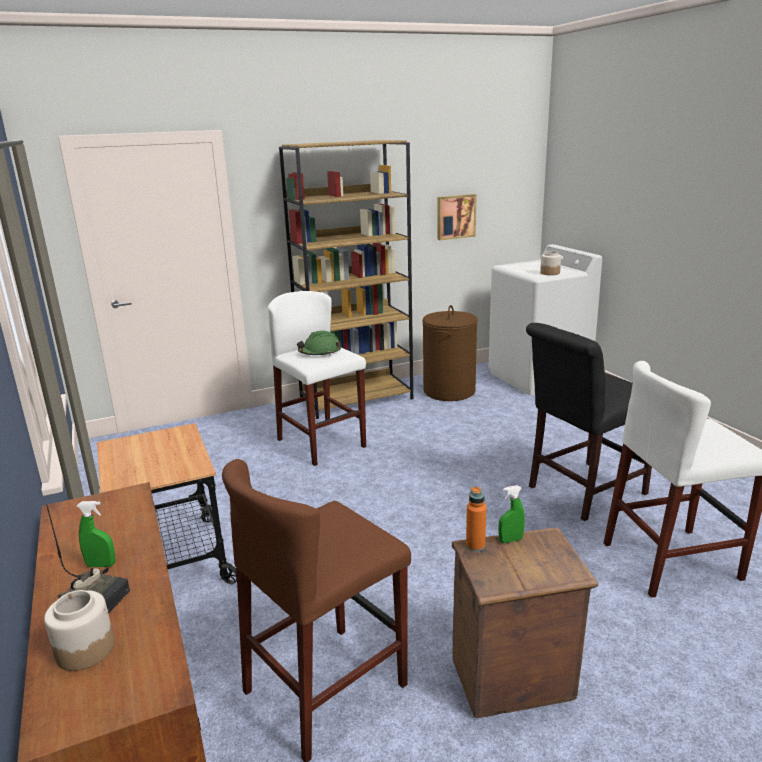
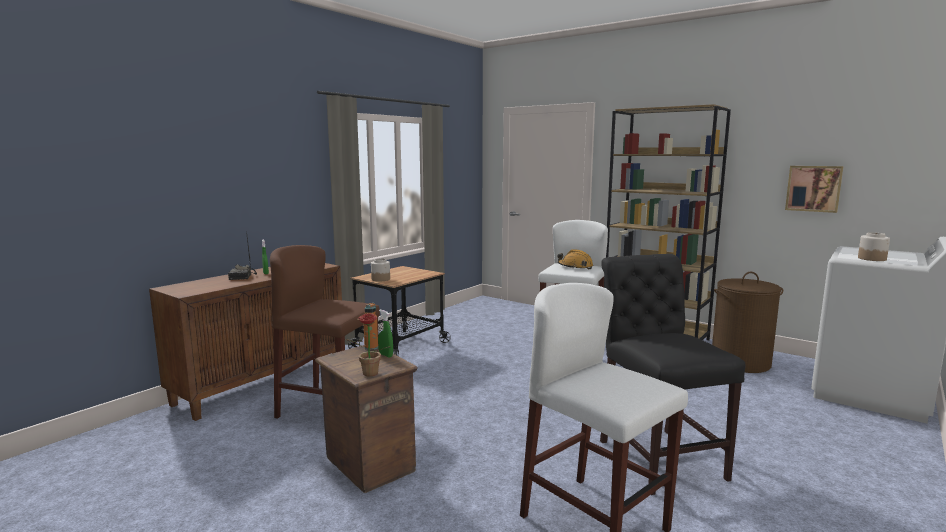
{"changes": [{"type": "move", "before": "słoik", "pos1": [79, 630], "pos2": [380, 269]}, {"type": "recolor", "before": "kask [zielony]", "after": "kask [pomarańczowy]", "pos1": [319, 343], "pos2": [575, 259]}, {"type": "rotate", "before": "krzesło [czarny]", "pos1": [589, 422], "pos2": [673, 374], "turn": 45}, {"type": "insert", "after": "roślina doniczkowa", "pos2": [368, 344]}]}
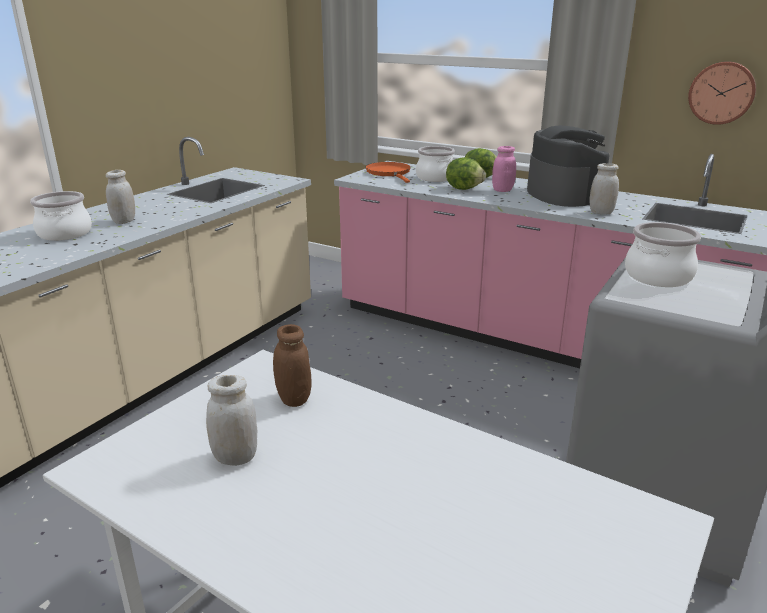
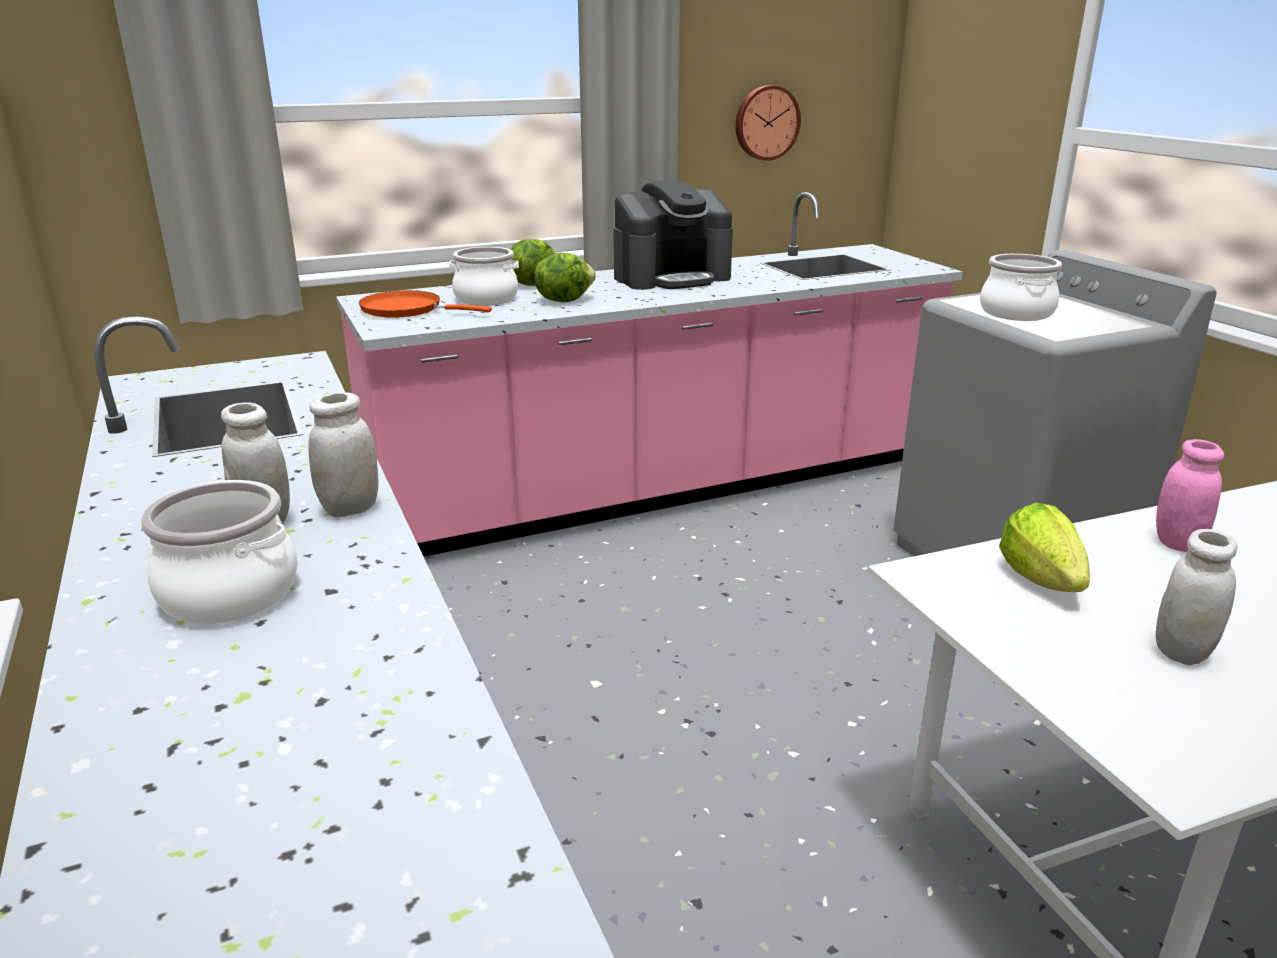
{"changes": [{"type": "replace", "before": "słoik [brązowy]", "after": "sałata", "pos1": [292, 365], "pos2": [1044, 547]}, {"type": "move", "before": "słoik [różowy]", "pos1": [504, 169], "pos2": [1190, 495]}, {"type": "rotate", "before": "ekspres do kawy", "pos1": [568, 166], "pos2": [673, 235], "turn": 135}, {"type": "move", "before": "słoik [biały]", "pos1": [604, 189], "pos2": [343, 454]}]}
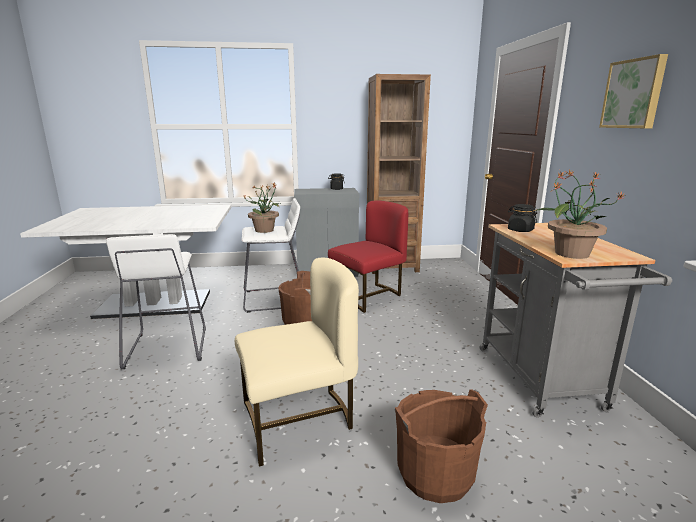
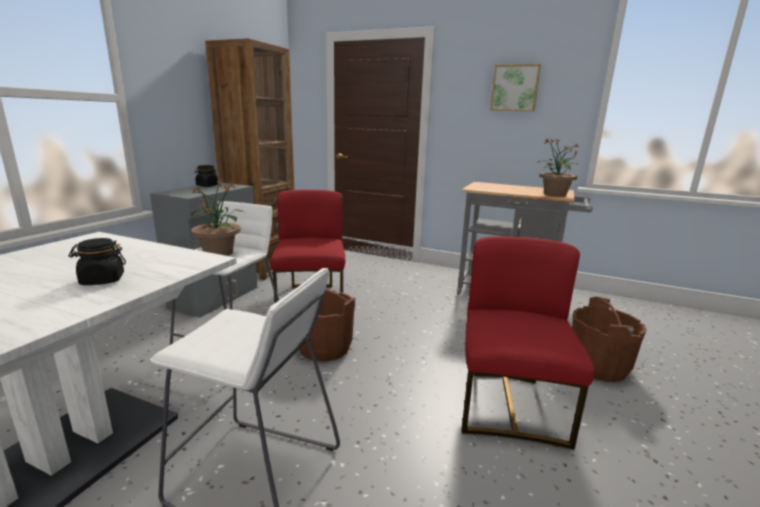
{"changes": [{"type": "recolor", "before": "krzesło [beżowy]", "after": "krzesło [czerwony]", "pos1": [297, 362], "pos2": [528, 343]}, {"type": "move", "before": "słoik [czarny]", "pos1": [522, 218], "pos2": [97, 261]}]}
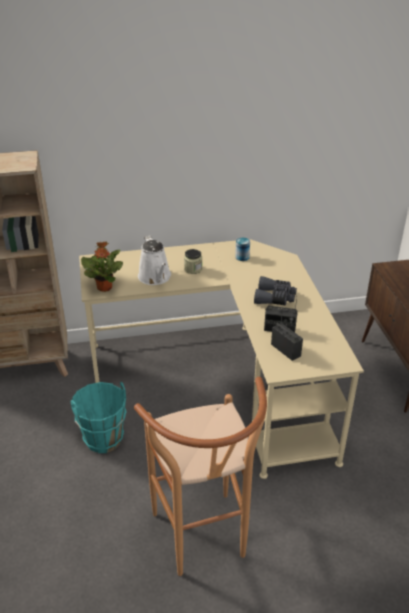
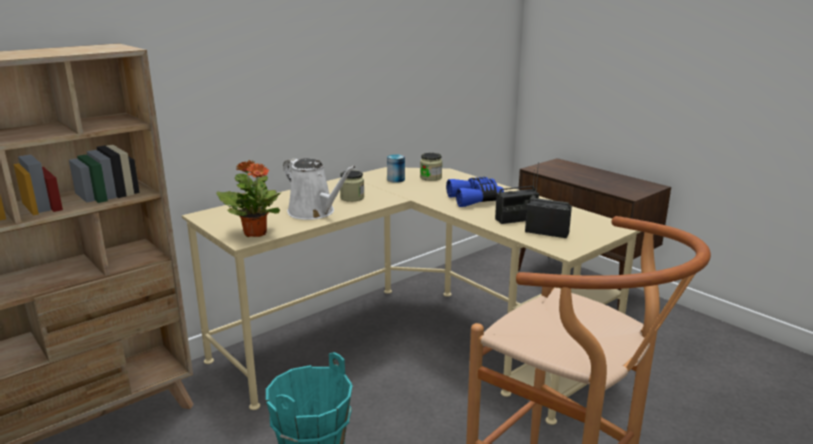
{"changes": [{"type": "recolor", "before": "lornetka [szary]", "after": "lornetka [niebieski]", "pos1": [275, 290], "pos2": [475, 192]}, {"type": "insert", "after": "słoik", "pos2": [431, 167]}]}
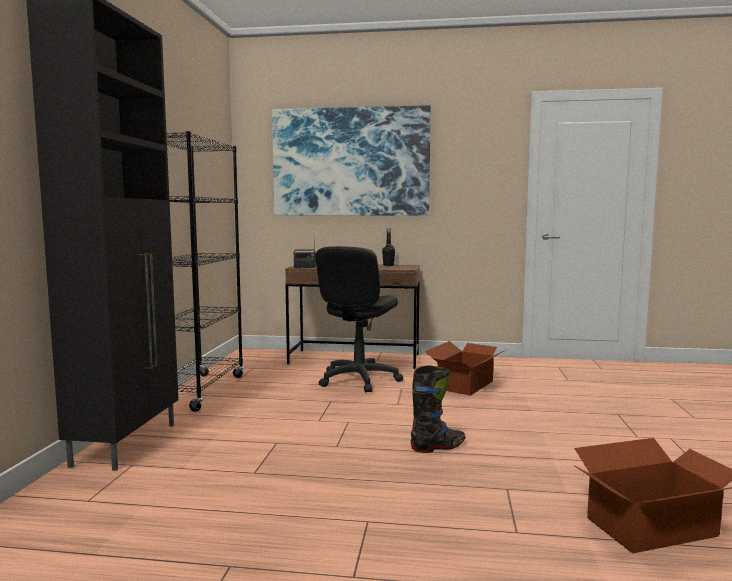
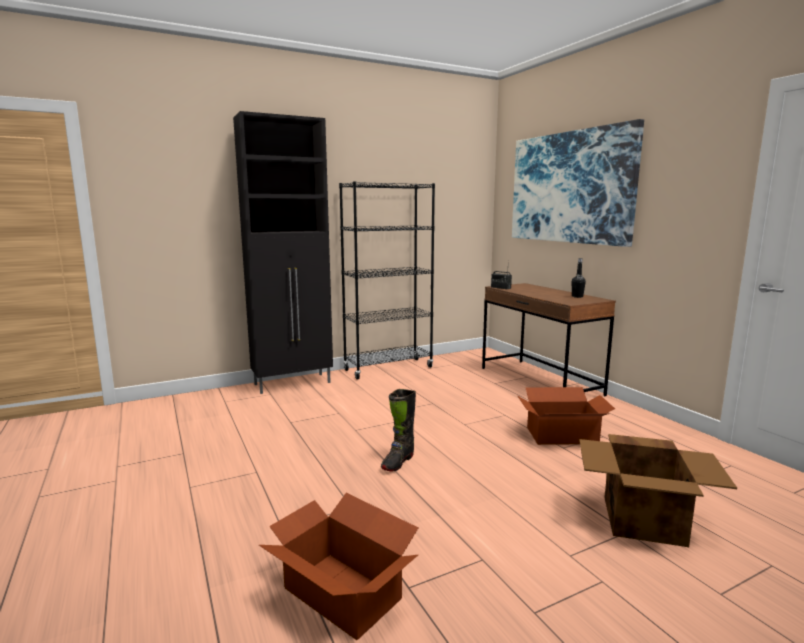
{"changes": [{"type": "delete", "before": "krzesło biurowe [czarny]", "pos1": [359, 319]}, {"type": "rotate", "before": "but z cholewką [czarny]", "pos1": [438, 409], "pos2": [398, 430], "turn": 90}, {"type": "insert", "after": "karton", "pos2": [658, 490]}]}
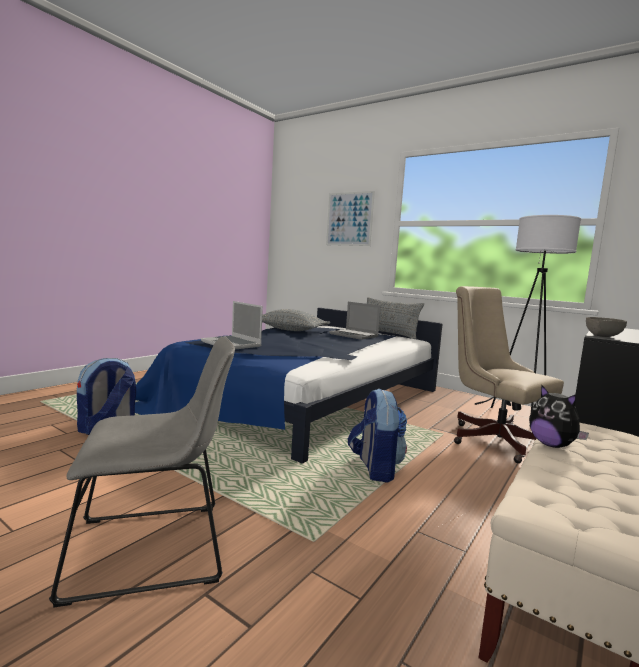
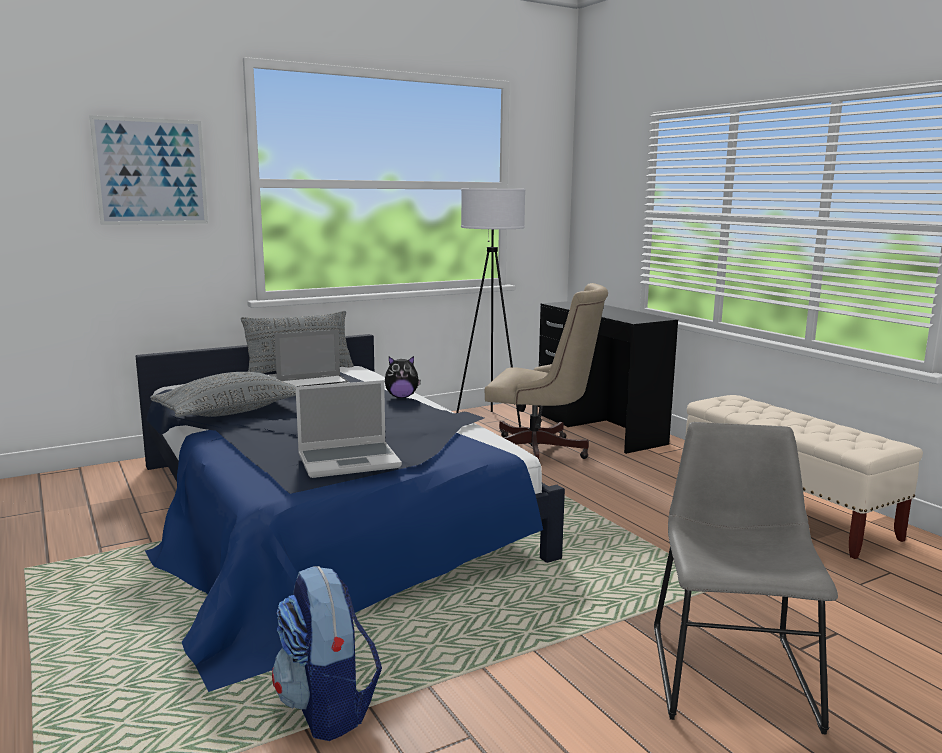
{"changes": [{"type": "delete", "before": "plecak", "pos1": [377, 436]}, {"type": "rotate", "before": "krzesło biurowe [beżowy]", "pos1": [509, 374], "pos2": [546, 372], "turn": -150}, {"type": "move", "before": "pluszak", "pos1": [559, 416], "pos2": [403, 377]}, {"type": "delete", "before": "miska [szary]", "pos1": [606, 327]}]}
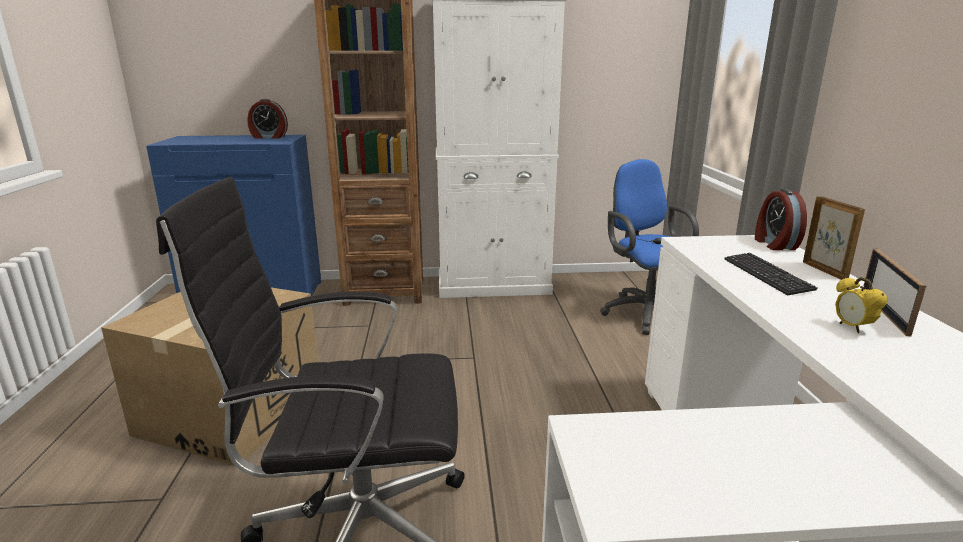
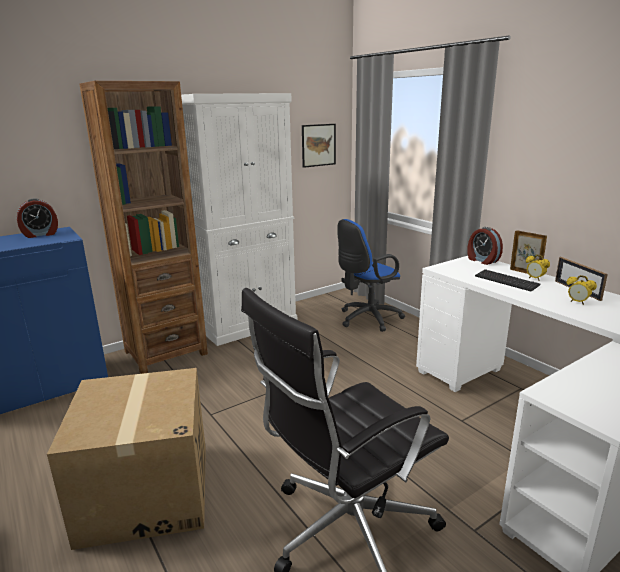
{"changes": [{"type": "rotate", "before": "krzesło biurowe [niebieski]", "pos1": [649, 247], "pos2": [371, 275], "turn": -75}, {"type": "insert", "after": "obraz", "pos2": [319, 146]}, {"type": "insert", "after": "budzik", "pos2": [538, 268]}]}
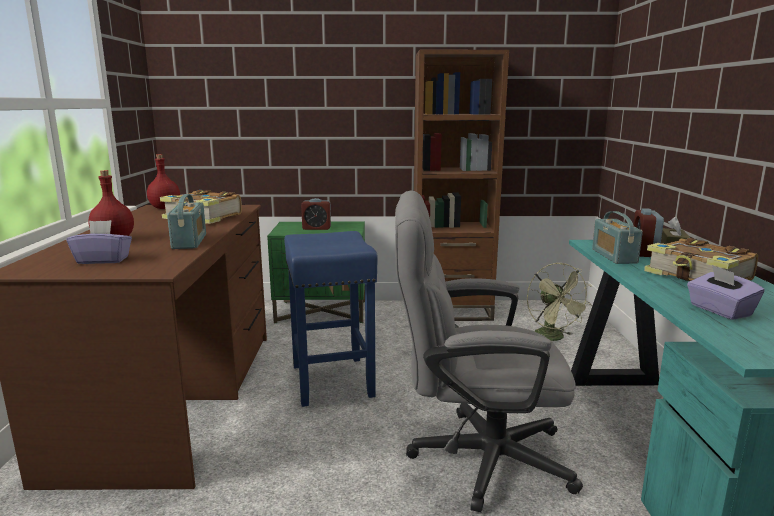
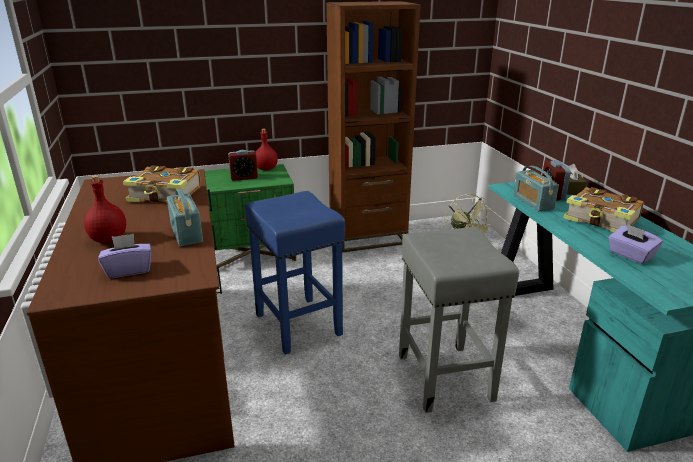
{"changes": [{"type": "move", "before": "butelka [czerwony]", "pos1": [163, 181], "pos2": [266, 150]}, {"type": "replace", "before": "krzesło biurowe [szary]", "after": "stołek [szary]", "pos1": [489, 351], "pos2": [459, 320]}]}
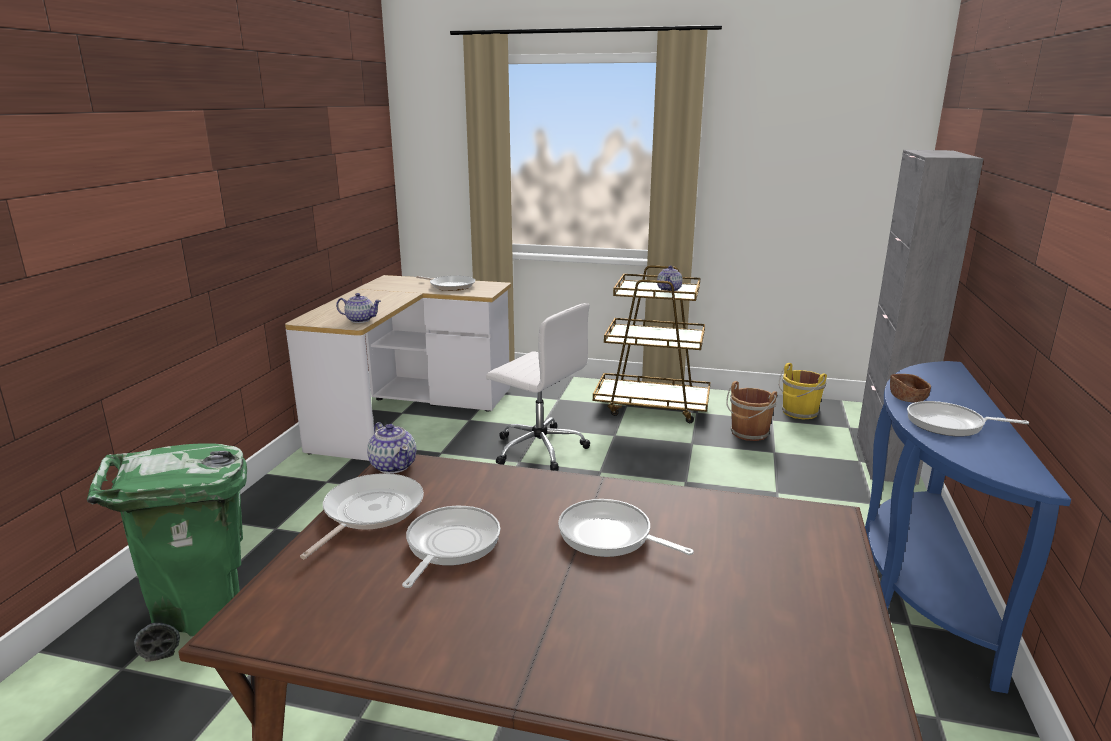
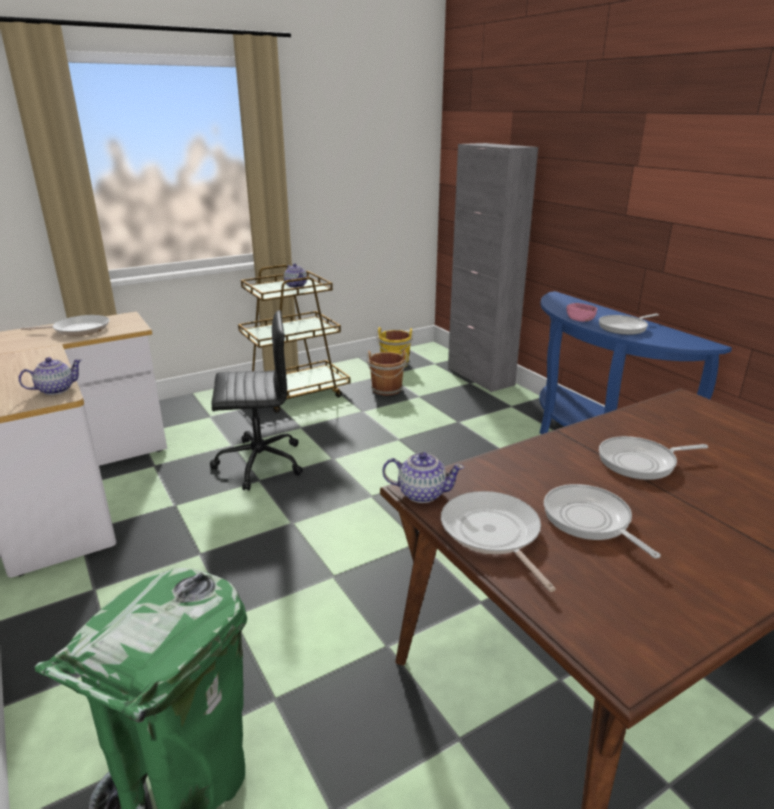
{"changes": [{"type": "recolor", "before": "krzesło biurowe [biały]", "after": "krzesło biurowe [czarny]", "pos1": [538, 387], "pos2": [256, 400]}, {"type": "recolor", "before": "miska [brązowy]", "after": "miska [różowy]", "pos1": [910, 388], "pos2": [582, 312]}]}
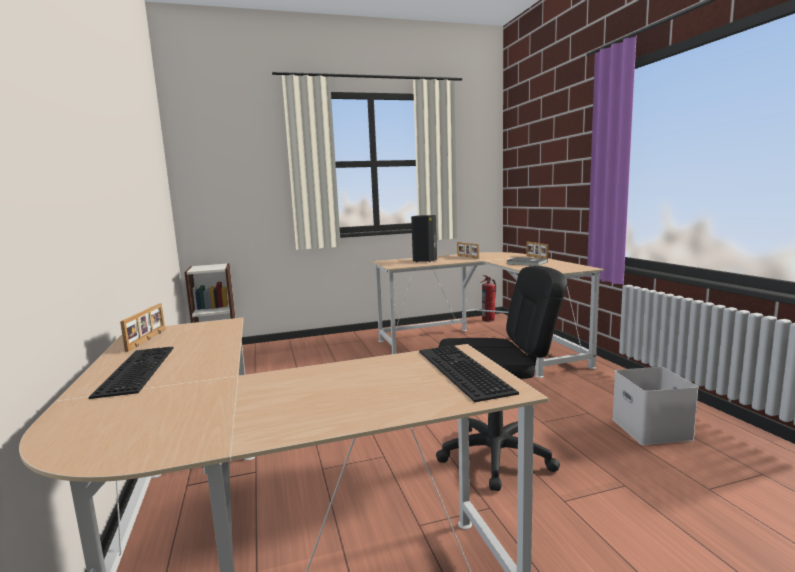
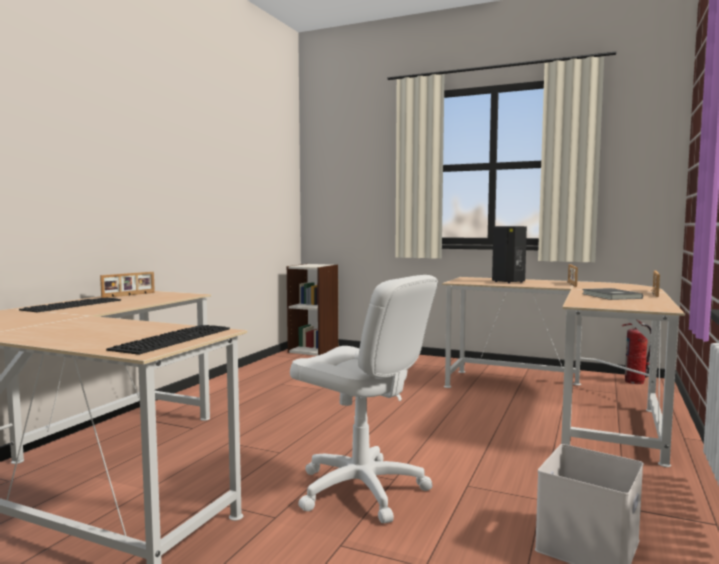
{"changes": [{"type": "recolor", "before": "krzesło biurowe [czarny]", "after": "krzesło biurowe [biały]", "pos1": [501, 378], "pos2": [364, 399]}]}
